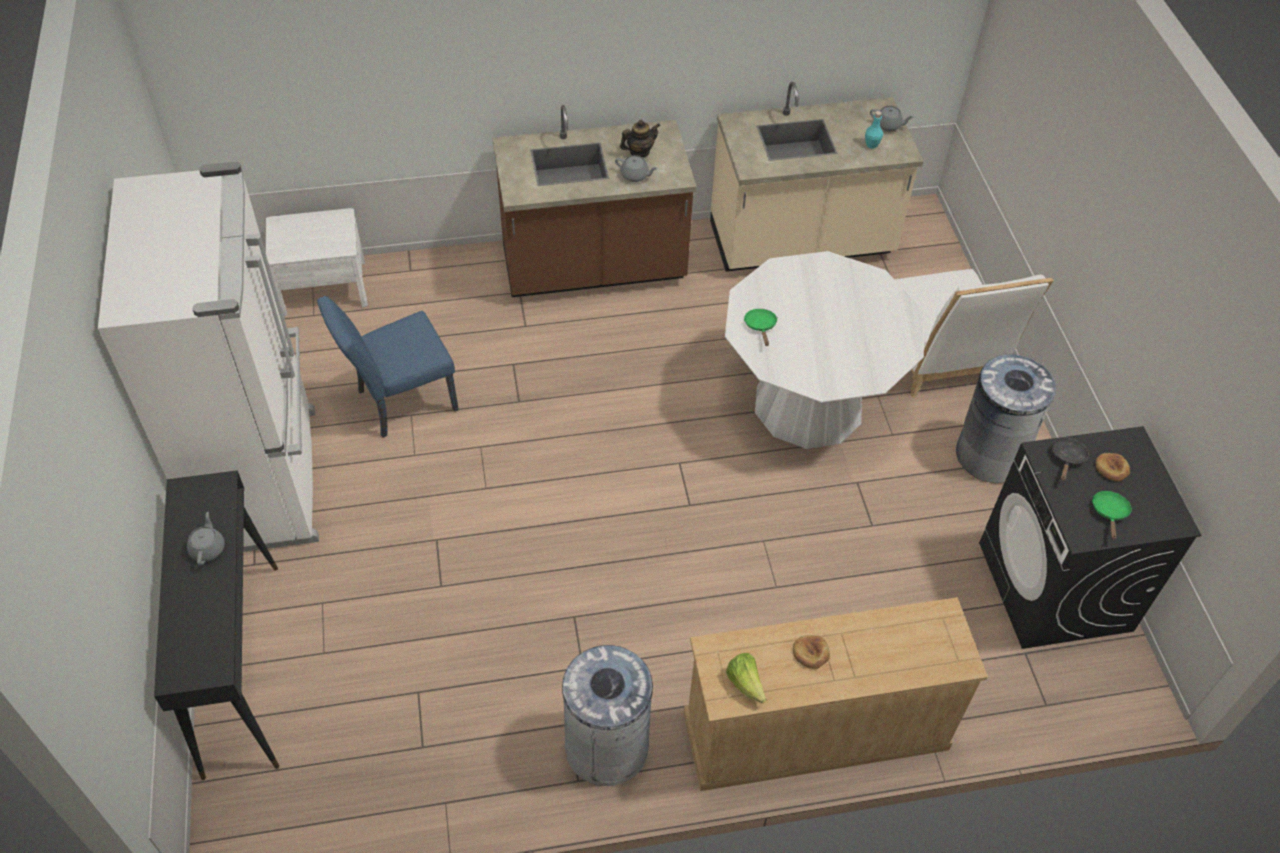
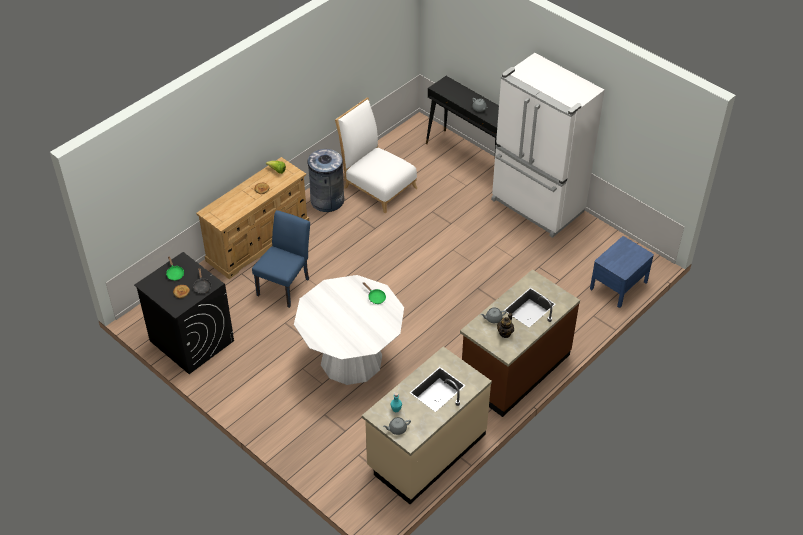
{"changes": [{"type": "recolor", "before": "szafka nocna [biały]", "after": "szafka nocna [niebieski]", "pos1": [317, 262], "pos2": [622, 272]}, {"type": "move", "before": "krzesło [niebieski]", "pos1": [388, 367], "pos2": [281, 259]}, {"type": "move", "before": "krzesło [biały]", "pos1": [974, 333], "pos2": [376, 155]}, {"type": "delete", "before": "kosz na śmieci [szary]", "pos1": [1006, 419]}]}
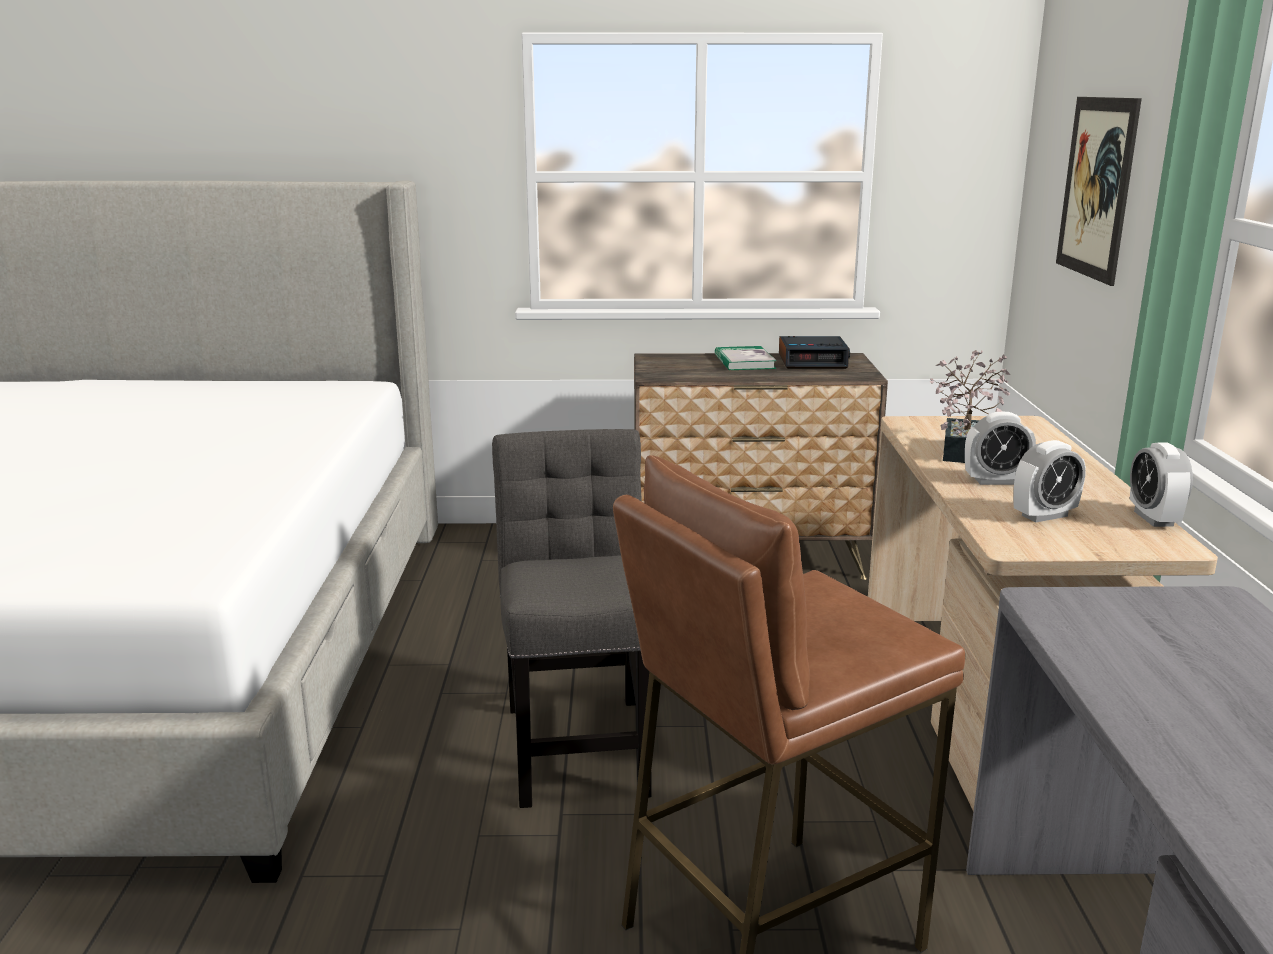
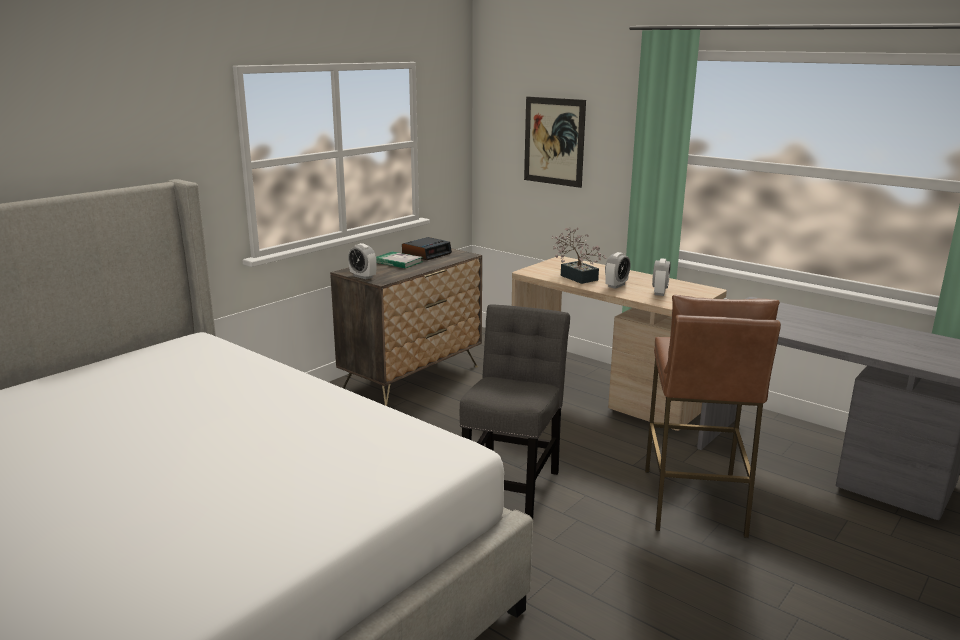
{"changes": [{"type": "rotate", "before": "krzesło [szary]", "pos1": [572, 618], "pos2": [515, 412], "turn": 75}, {"type": "move", "before": "budzik", "pos1": [1161, 484], "pos2": [362, 261]}]}
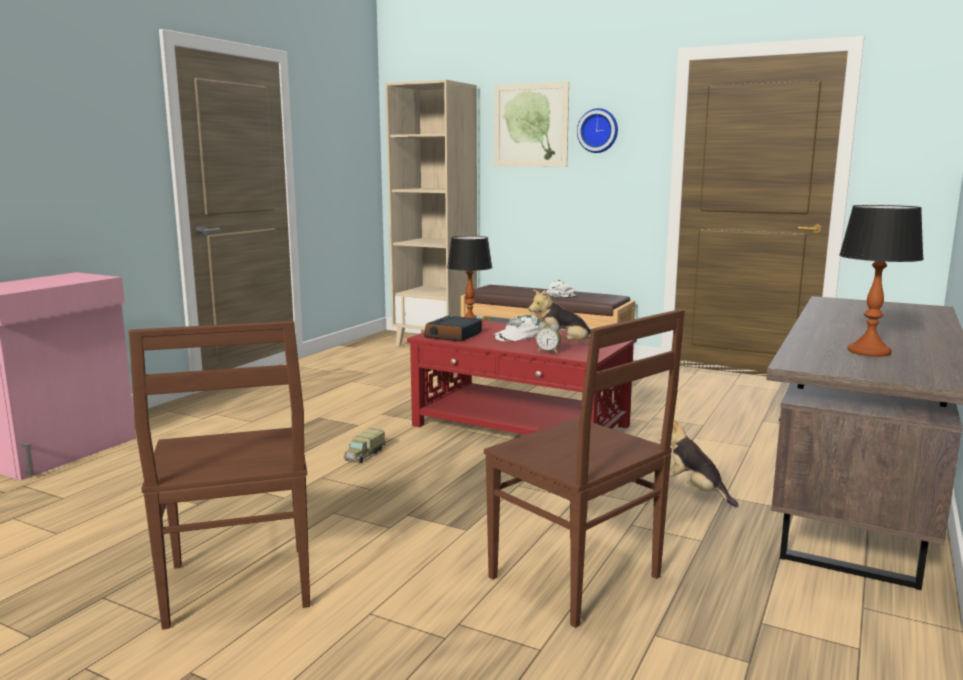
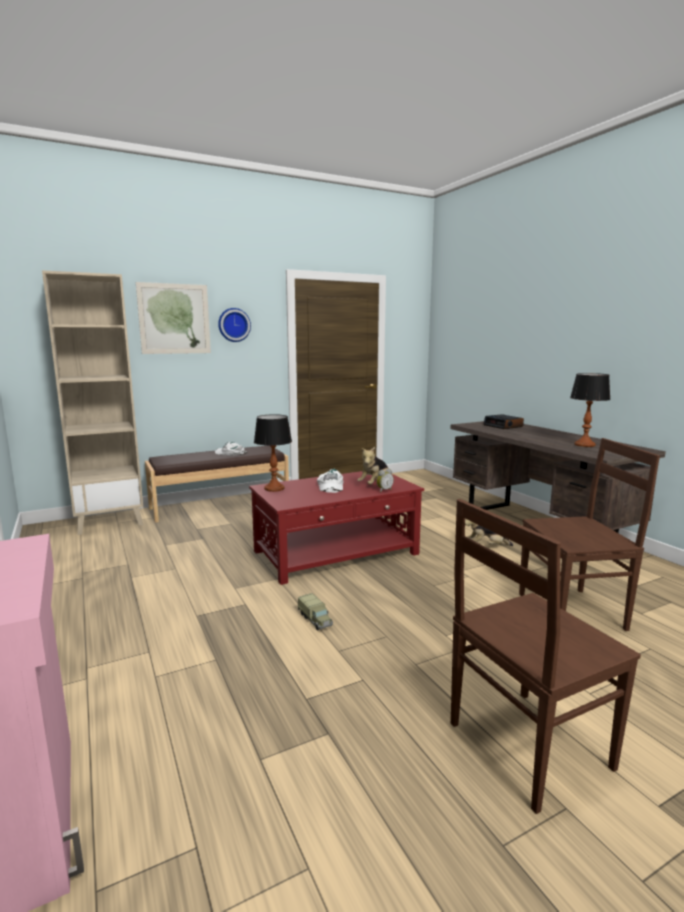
{"changes": [{"type": "rotate", "before": "krzesło [brązowy]", "pos1": [219, 475], "pos2": [546, 656], "turn": 135}, {"type": "move", "before": "budzik", "pos1": [453, 329], "pos2": [504, 421]}]}
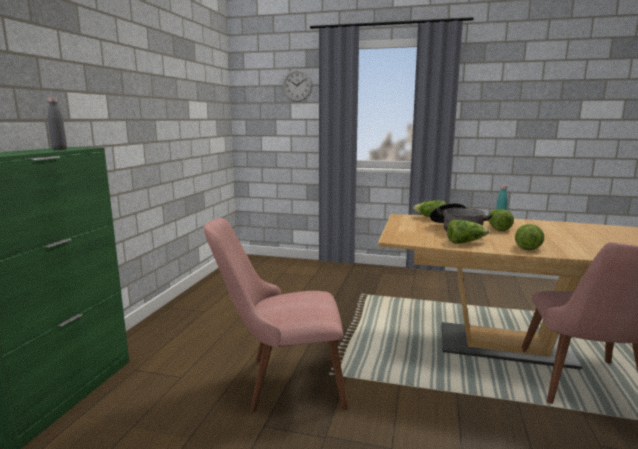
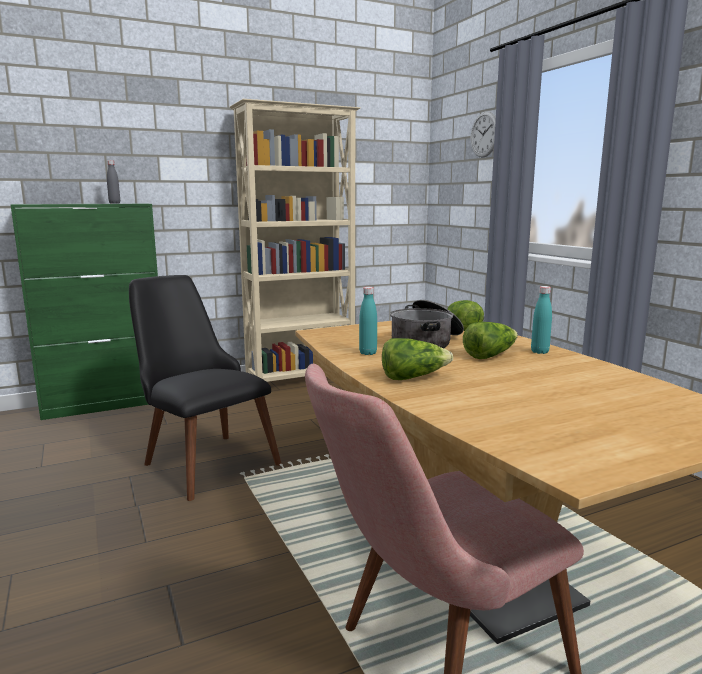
{"changes": [{"type": "recolor", "before": "krzesło [różowy]", "after": "krzesło [czarny]", "pos1": [276, 315], "pos2": [205, 388]}, {"type": "replace", "before": "sałata", "after": "butelka [turkusowy]", "pos1": [468, 232], "pos2": [368, 321]}, {"type": "insert", "after": "regał [beżowy]", "pos2": [294, 240]}]}
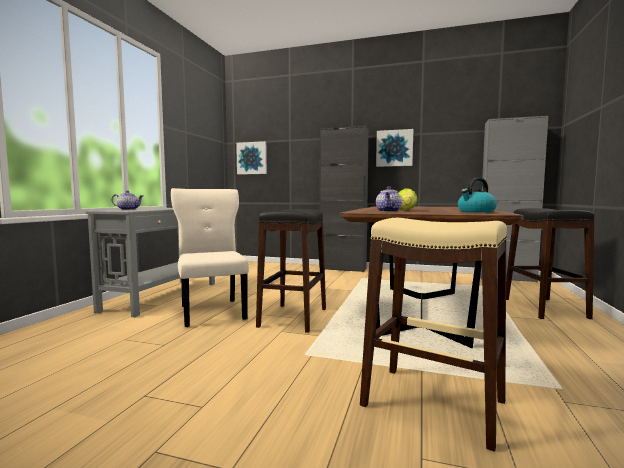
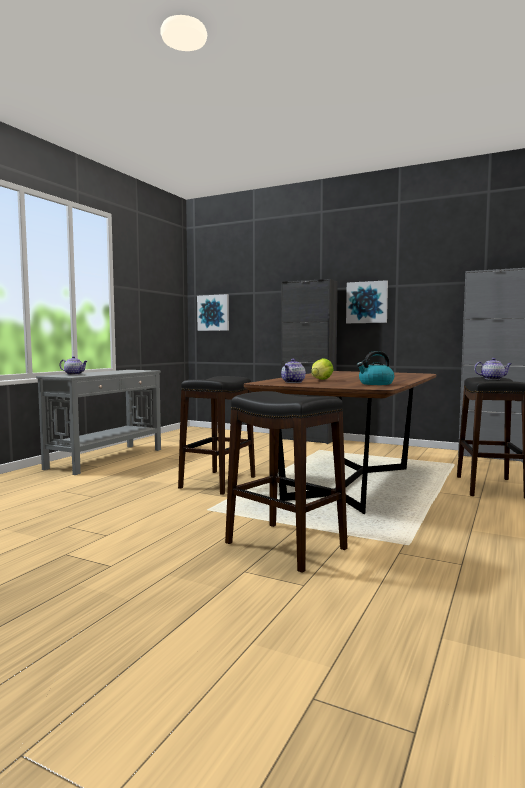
{"changes": [{"type": "delete", "before": "krzesło [beżowy]", "pos1": [210, 257]}, {"type": "recolor", "before": "stołek [beżowy]", "after": "stołek [czarny]", "pos1": [433, 335], "pos2": [286, 482]}, {"type": "insert", "after": "imbryk", "pos2": [493, 369]}]}
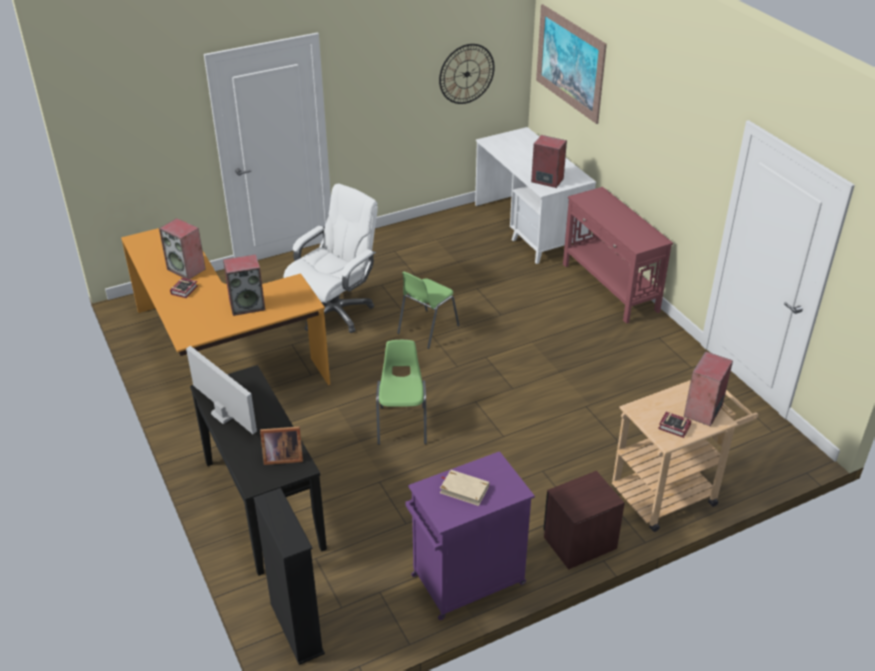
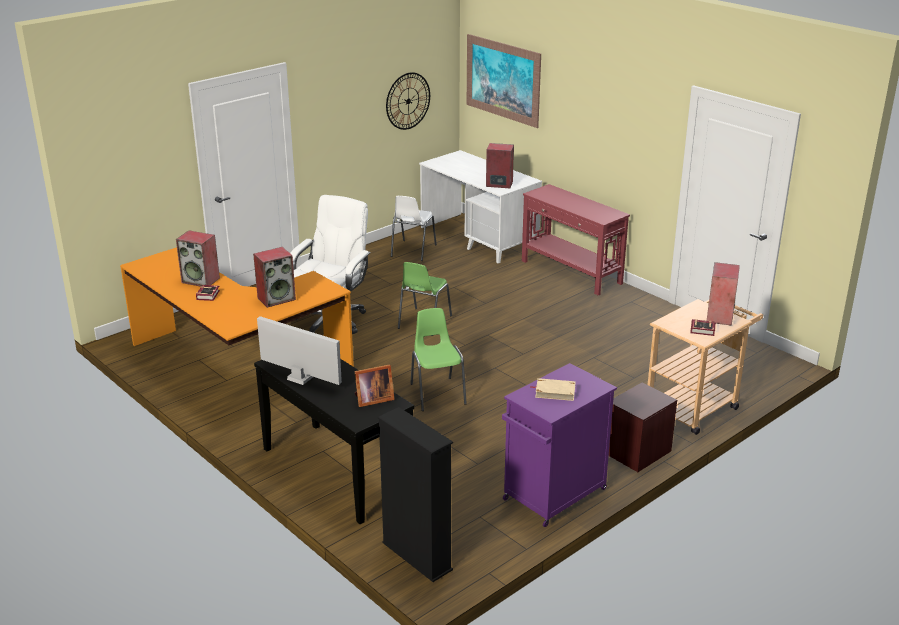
{"changes": [{"type": "insert", "after": "krzesło [biały]", "pos2": [414, 228]}]}
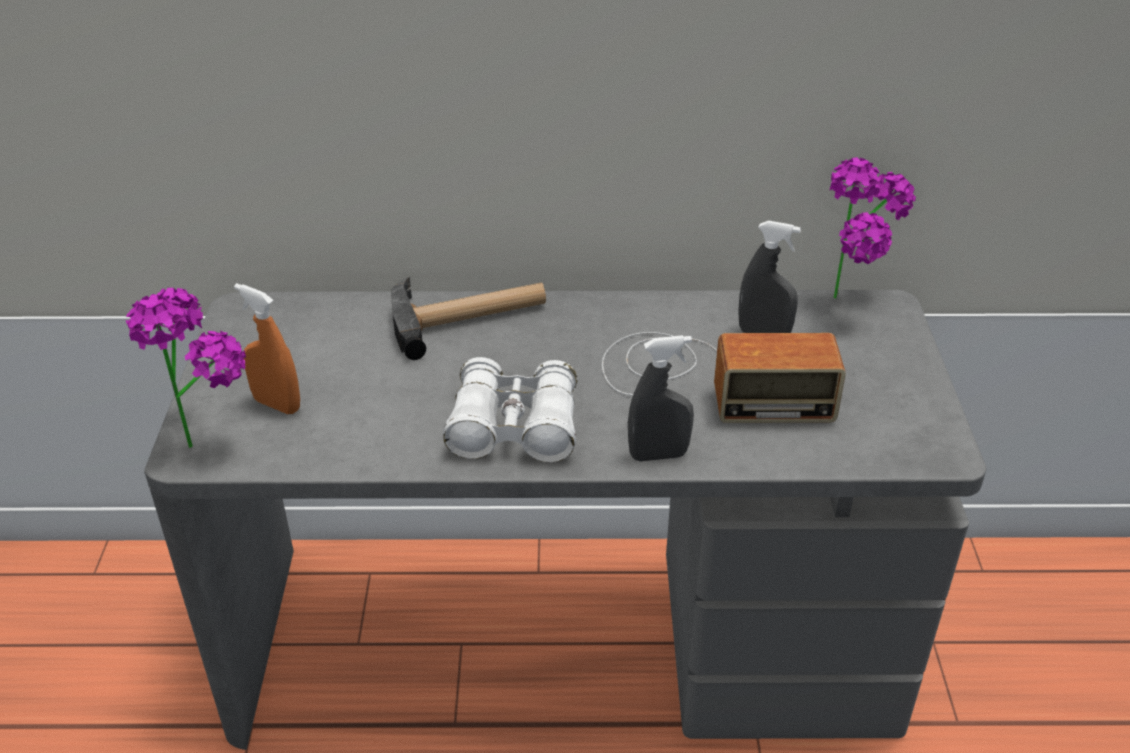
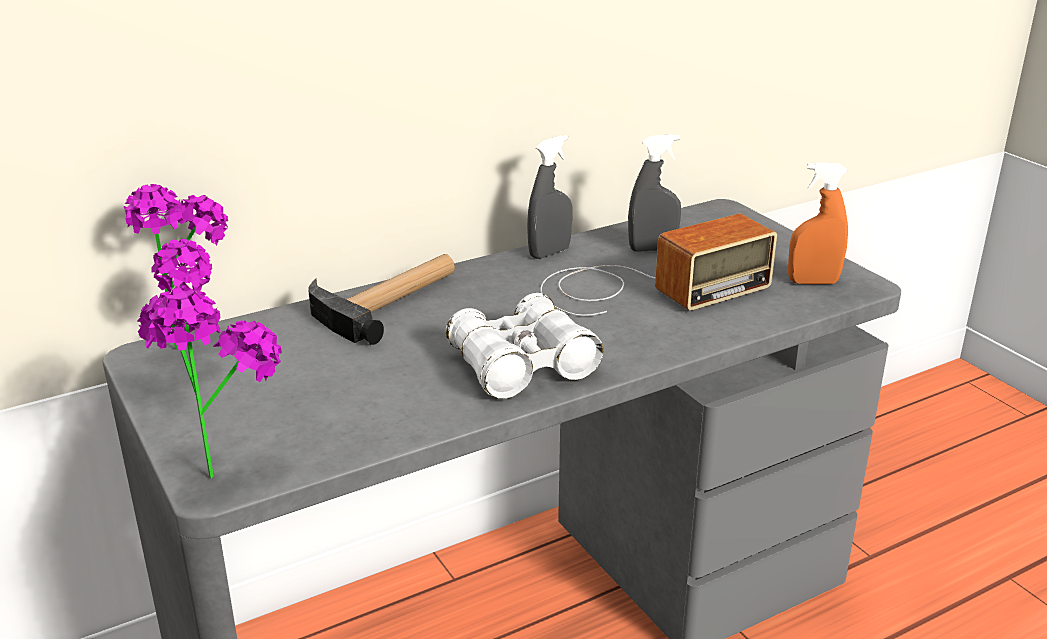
{"changes": [{"type": "move", "before": "spryskiwacz [pomarańczowy]", "pos1": [267, 348], "pos2": [818, 223]}, {"type": "move", "before": "spryskiwacz [szary]", "pos1": [661, 398], "pos2": [549, 197]}, {"type": "move", "before": "roślina doniczkowa", "pos1": [873, 228], "pos2": [176, 267]}]}
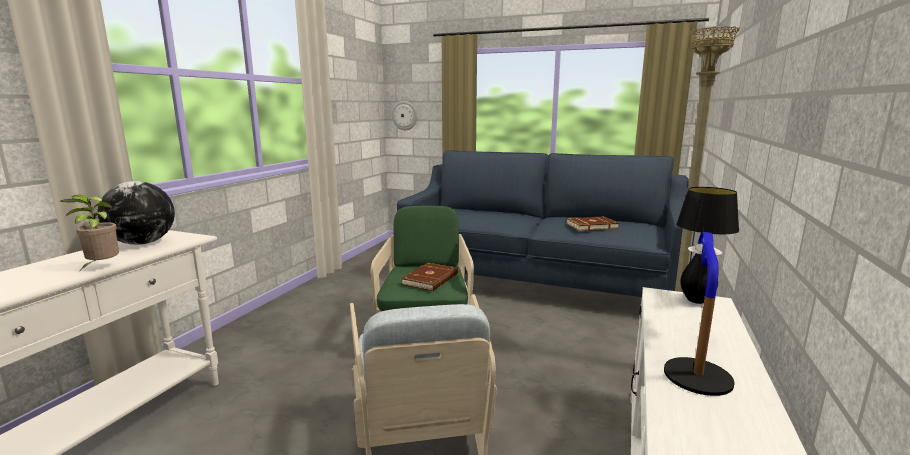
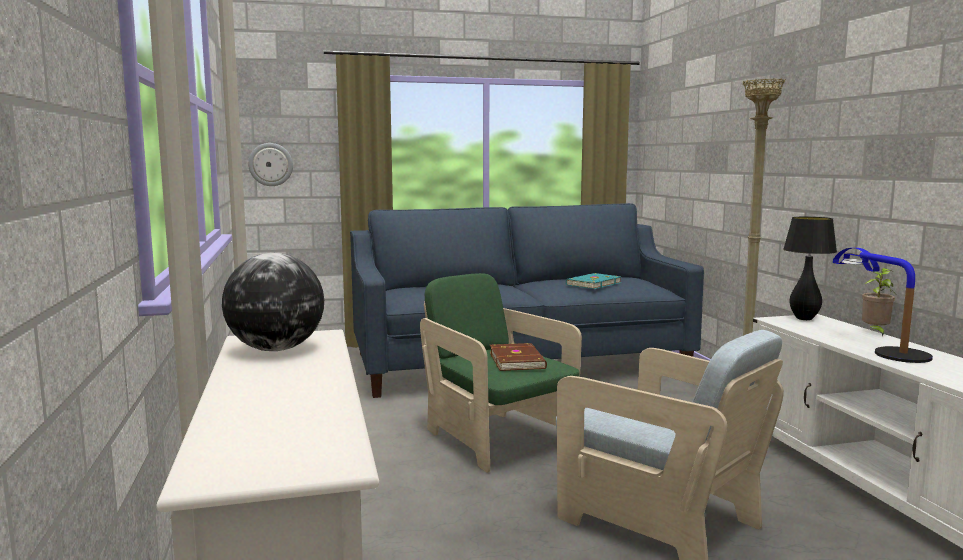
{"changes": [{"type": "move", "before": "roślina doniczkowa", "pos1": [89, 232], "pos2": [878, 302]}, {"type": "recolor", "before": "książka [brązowy]", "after": "książka [turkusowy]", "pos1": [592, 223], "pos2": [593, 281]}]}
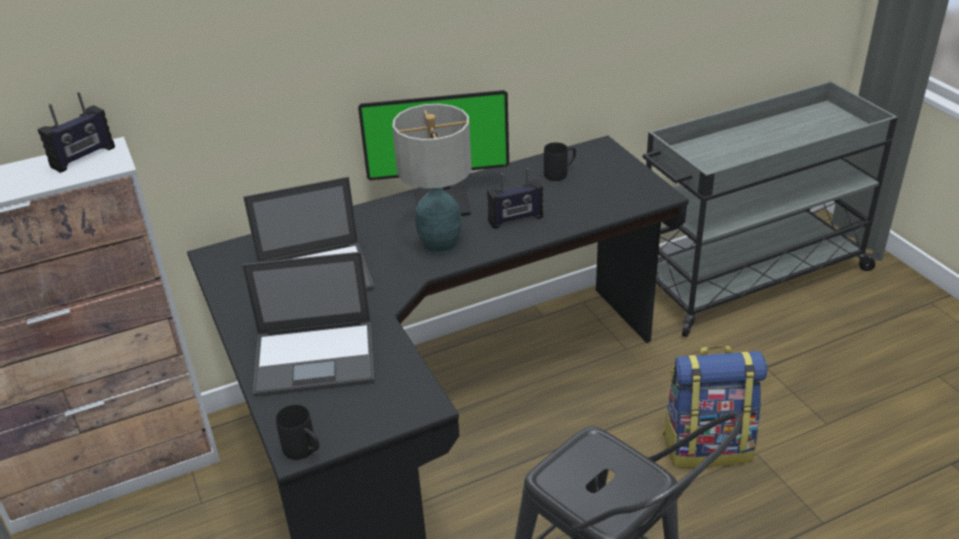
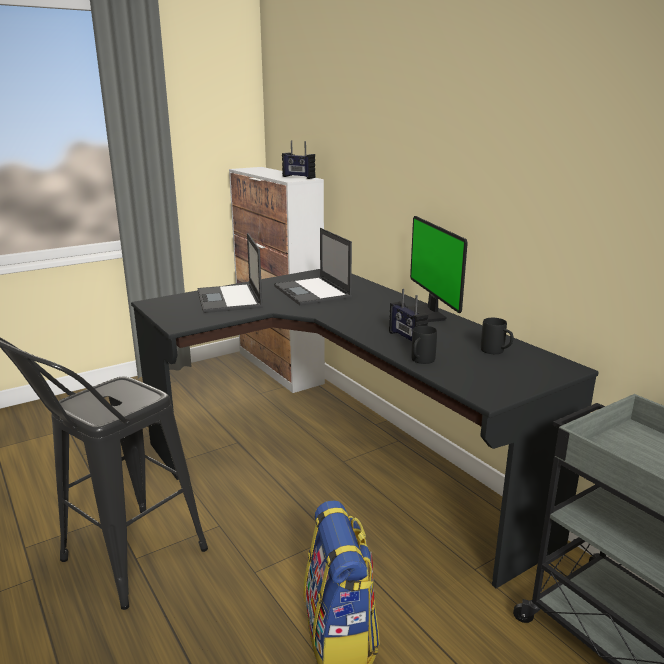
{"changes": [{"type": "move", "before": "kubek [czarny]", "pos1": [297, 432], "pos2": [424, 345]}, {"type": "delete", "before": "lampa stołowa", "pos1": [432, 179]}]}
